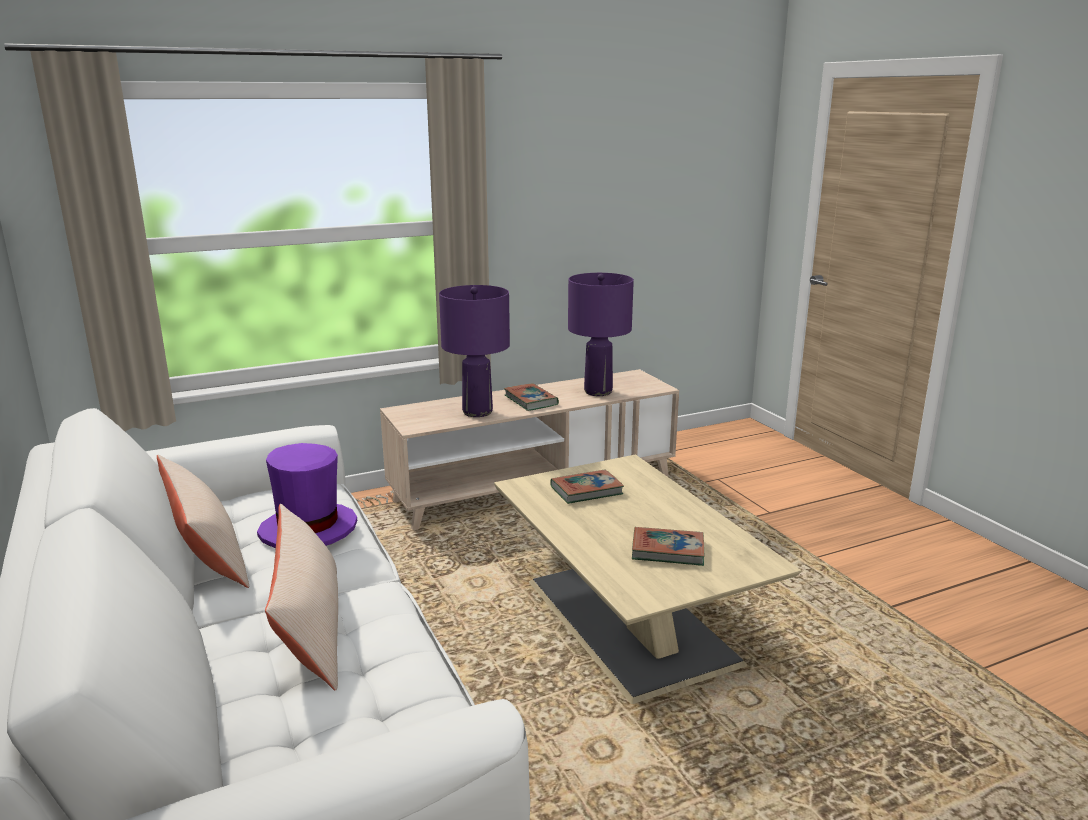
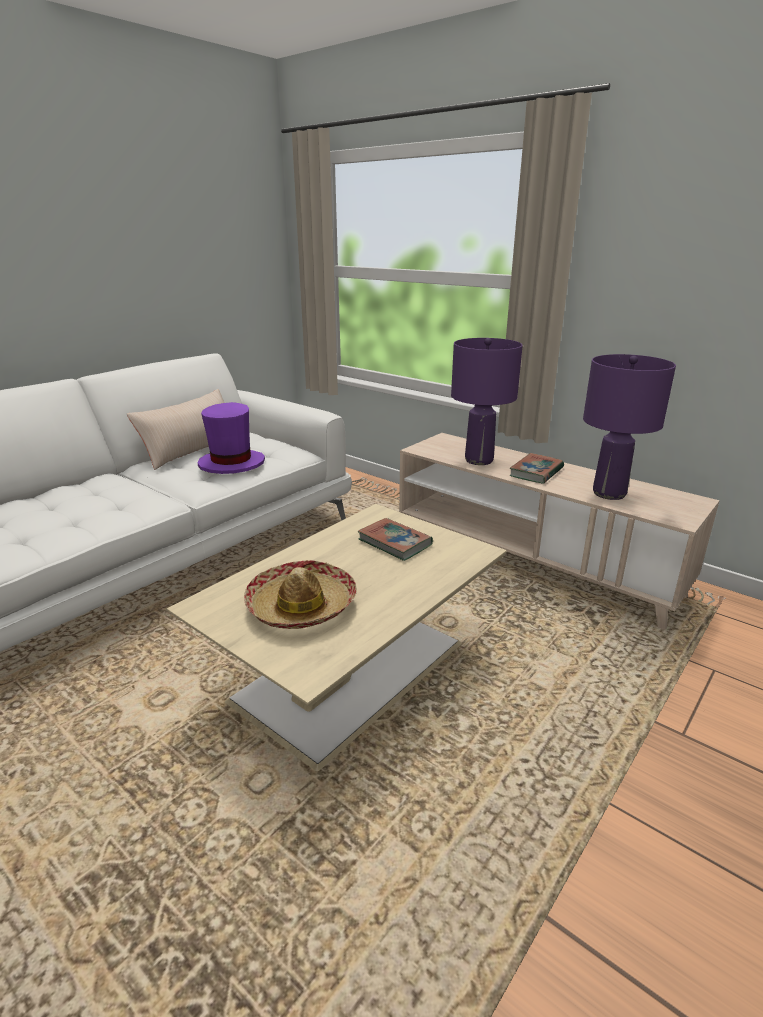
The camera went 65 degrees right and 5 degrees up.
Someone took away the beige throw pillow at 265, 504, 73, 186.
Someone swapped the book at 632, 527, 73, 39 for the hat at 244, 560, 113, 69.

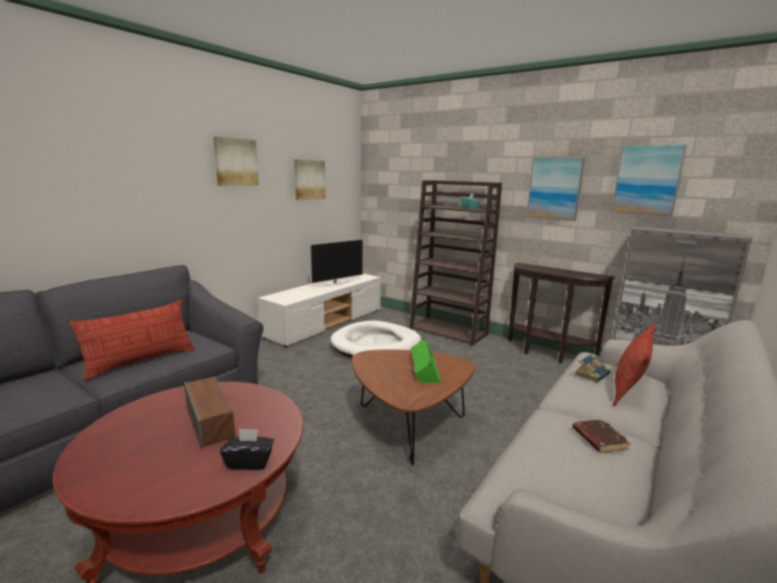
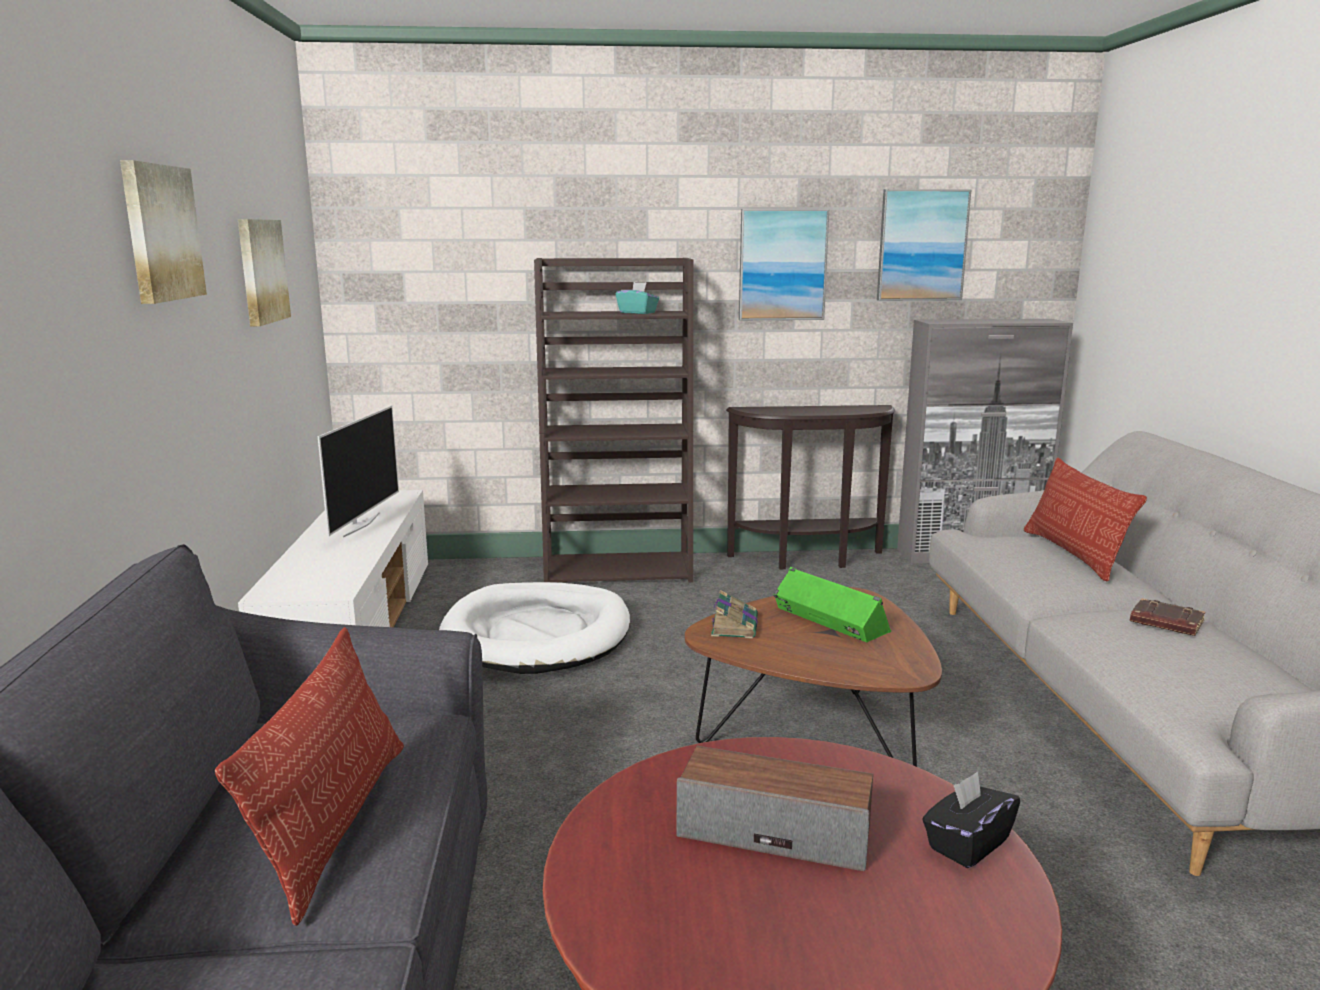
The camera went 40 degrees left and 0 degrees up.
Someone carried the book from 574, 354, 36, 29 to 711, 590, 47, 49.

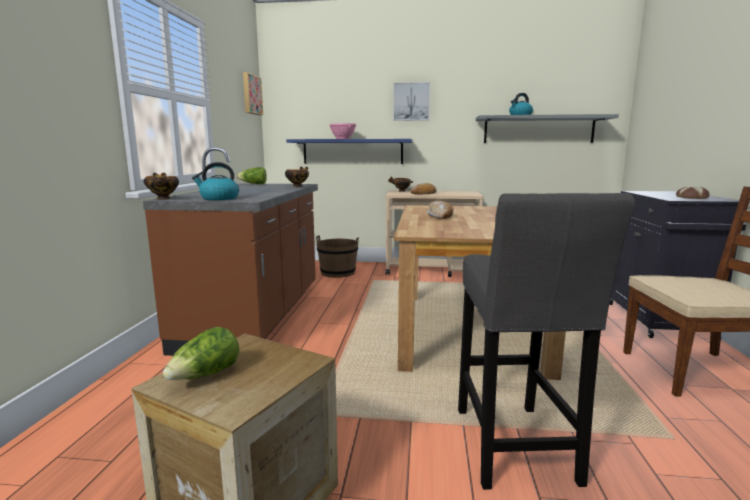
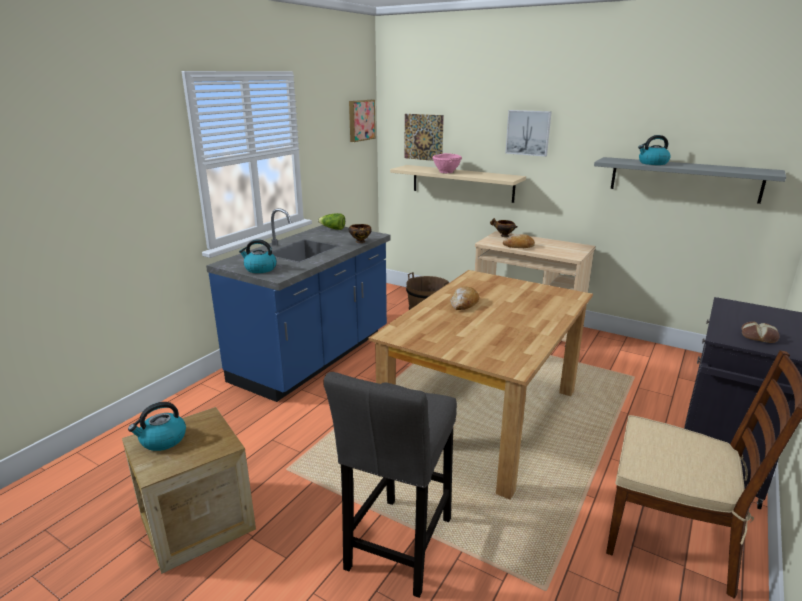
The camera went 25 degrees right and 10 degrees up.
Someone repainted the brown counter at 143, 147, 175, 209, which became the bluish counter at 206, 208, 185, 194.
Someone took away the bowl at 144, 173, 35, 27.
Someone swapped the lettuce head at 163, 327, 76, 53 for the tea kettle at 128, 402, 58, 49.
Someone repainted the bluish shelf at 286, 139, 126, 25, which became the beige shelf at 390, 165, 136, 38.
Someone put up the picture at 405, 114, 39, 47.

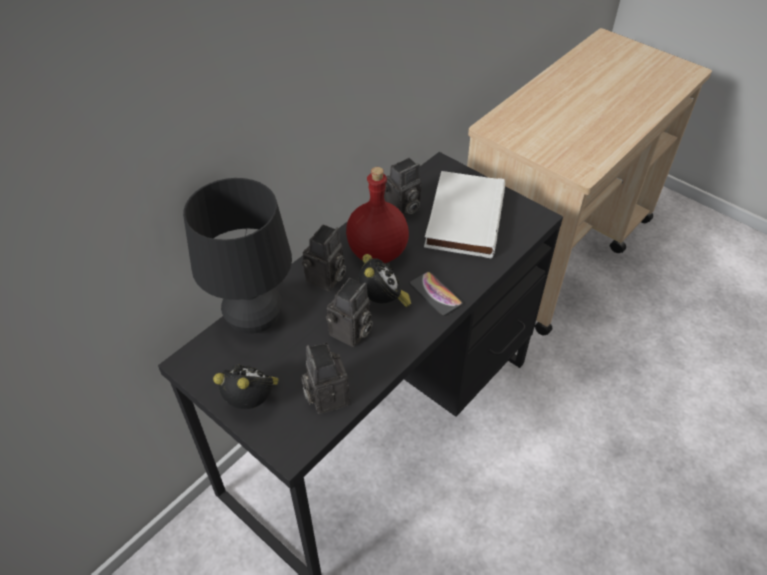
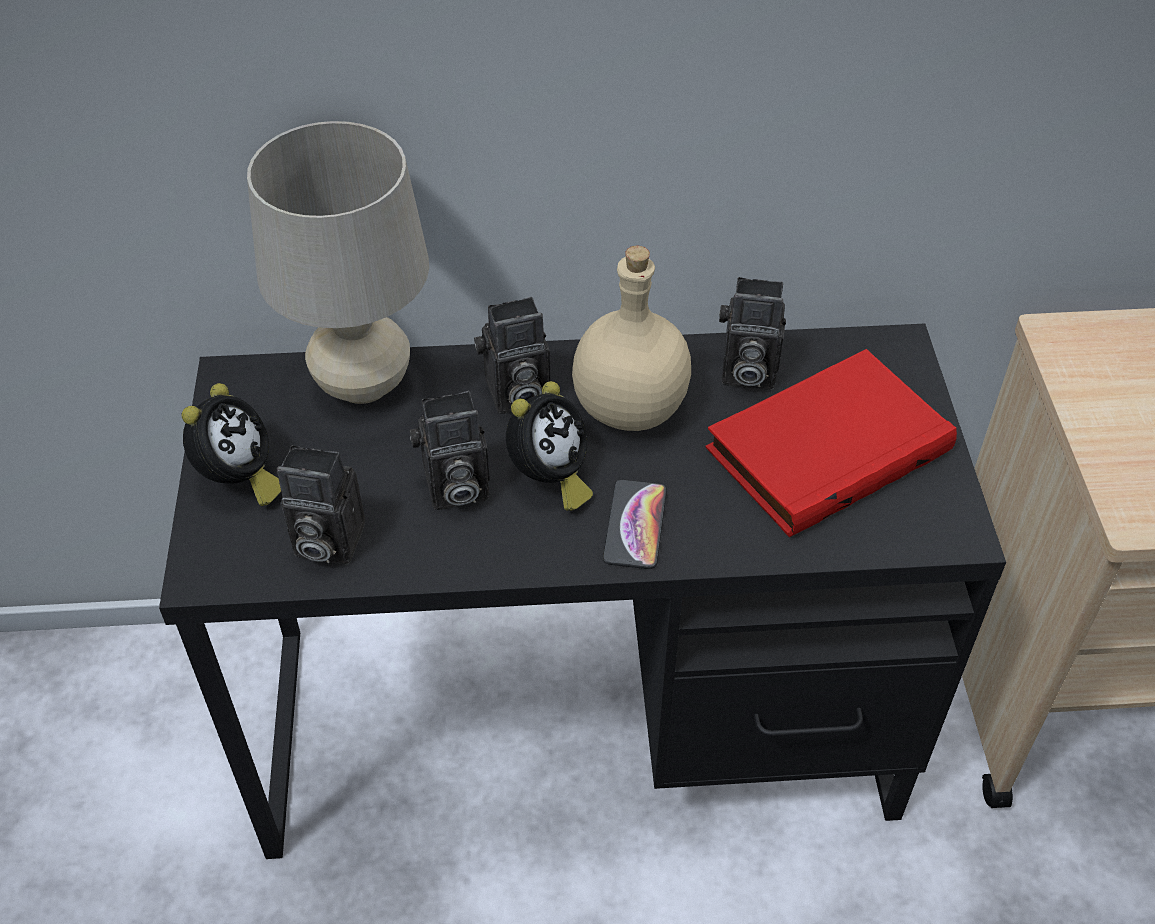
The camera went 45 degrees right and 0 degrees up.
Someone repainted the black-coloured lamp for a table at 183, 178, 109, 156, which became the beige lamp for a table at 247, 121, 182, 283.
Someone rotated the table clock at 213, 364, 66, 45 by 45 degrees clockwise.
Someone rotated the still camera at 301, 343, 49, 71 by 105 degrees counterclockwise.
Someone repainted the red beverage bottle at 346, 167, 63, 96, which became the beige beverage bottle at 572, 246, 119, 185.
Someone repainted the whitish book at 424, 171, 81, 87, which became the red book at 706, 349, 251, 188.

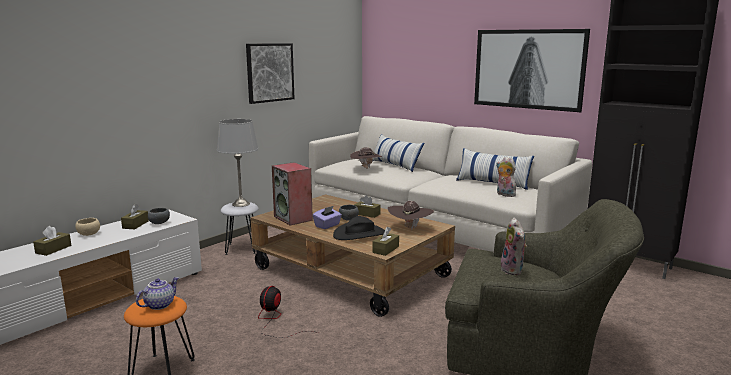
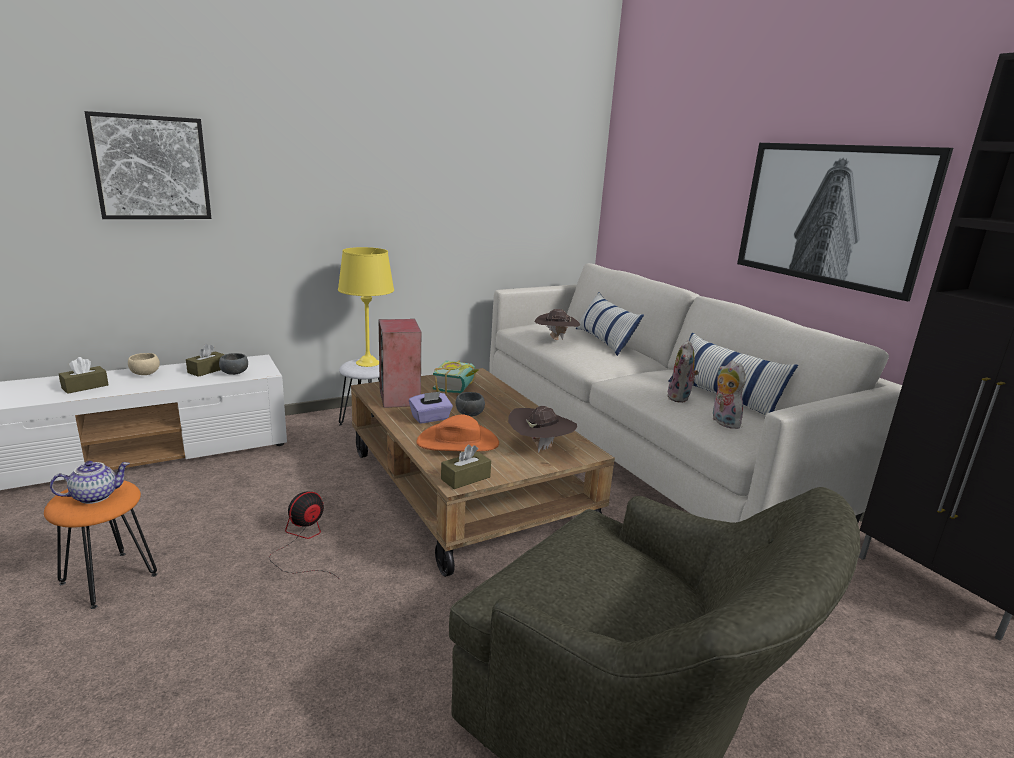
The camera went 20 degrees right and 5 degrees up.
Someone repainted the greyish lamp for a table at 217, 119, 41, 88, which became the yellowish lamp for a table at 338, 247, 56, 120.
Someone carried the picture from 246, 43, 48, 61 to 84, 111, 127, 108.
Someone repainted the black-coloured hat at 333, 216, 52, 24, which became the orangey hat at 416, 415, 83, 36.
Someone took away the brown tissue box at 354, 195, 26, 23.
Someone carried the cuddly toy from 501, 218, 26, 57 to 667, 340, 32, 63.
Someone put down the book at 433, 360, 46, 34.

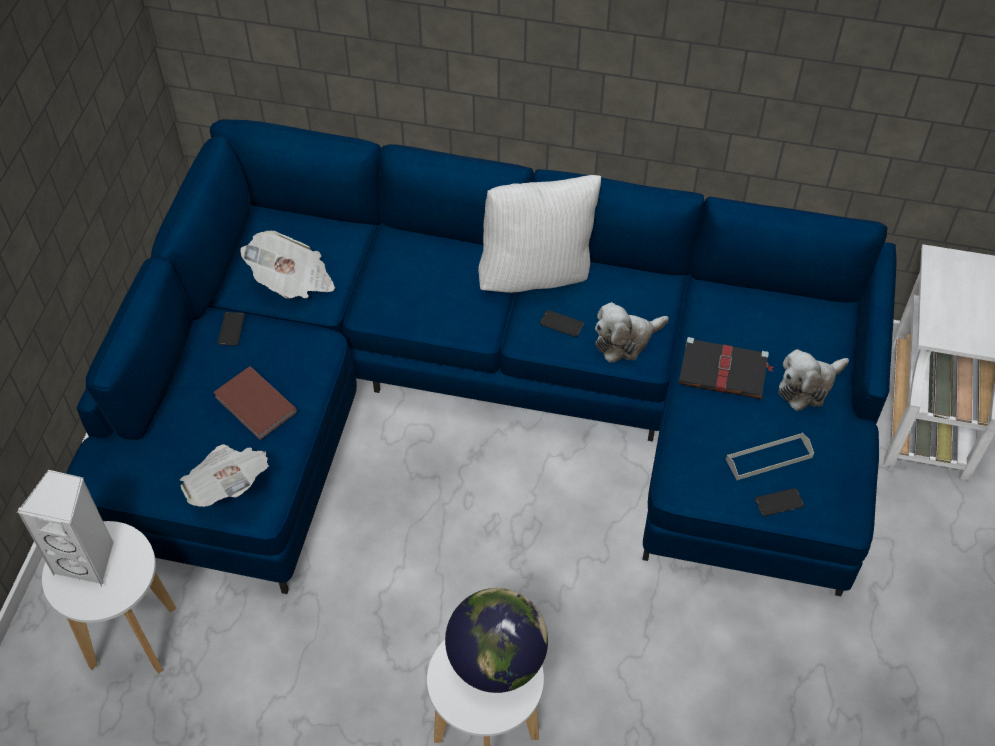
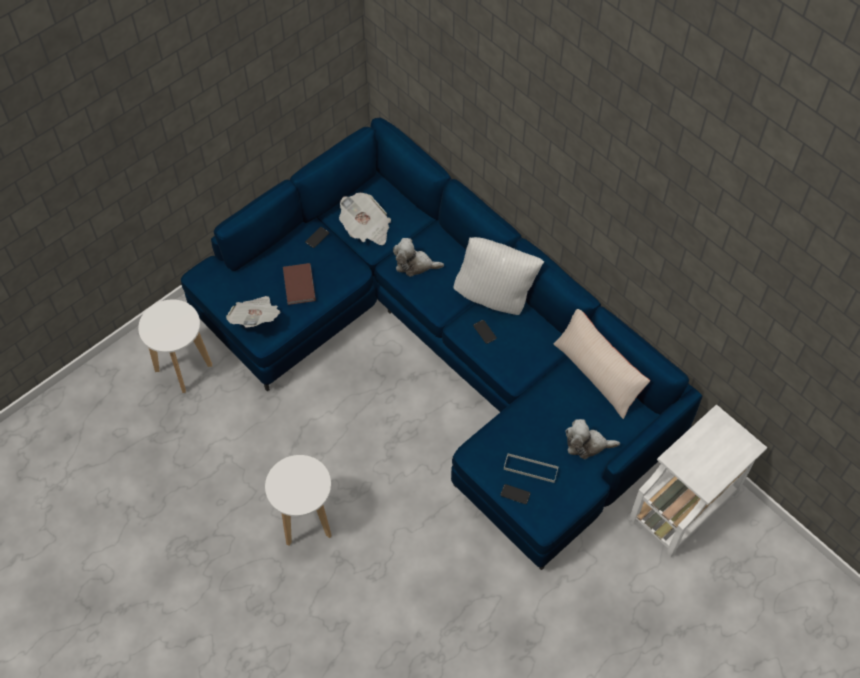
The camera went 35 degrees right and 5 degrees up.
Someone took away the whitish speaker at 17, 470, 97, 117.
Someone took away the desk globe at 445, 588, 103, 105.
Someone carried the cuddly toy from 595, 302, 74, 61 to 393, 238, 51, 39.
Someone took away the black-coloured book at 678, 337, 96, 62.
Someone put down the beige throw pillow at 554, 309, 96, 110.

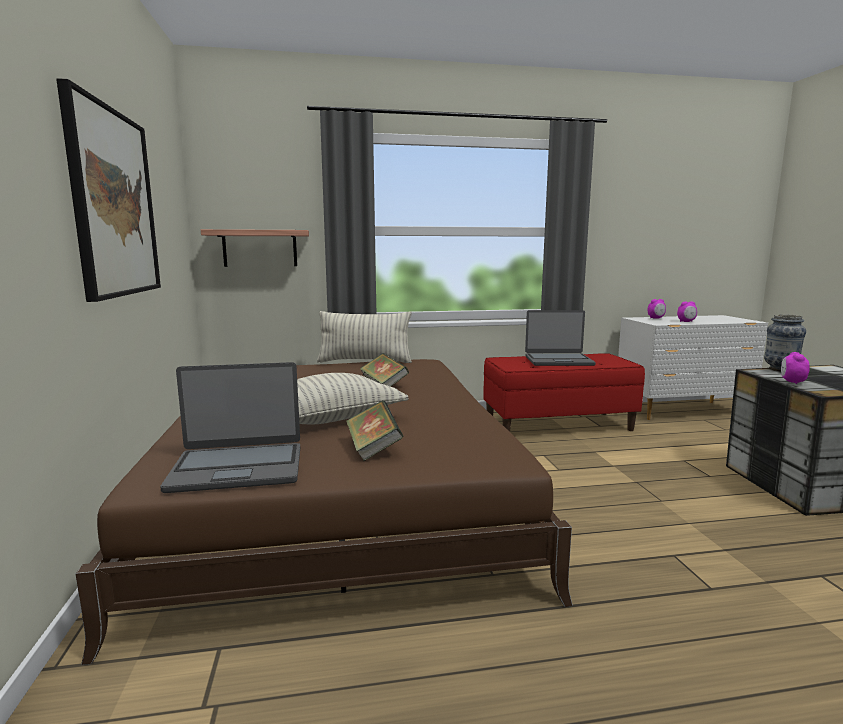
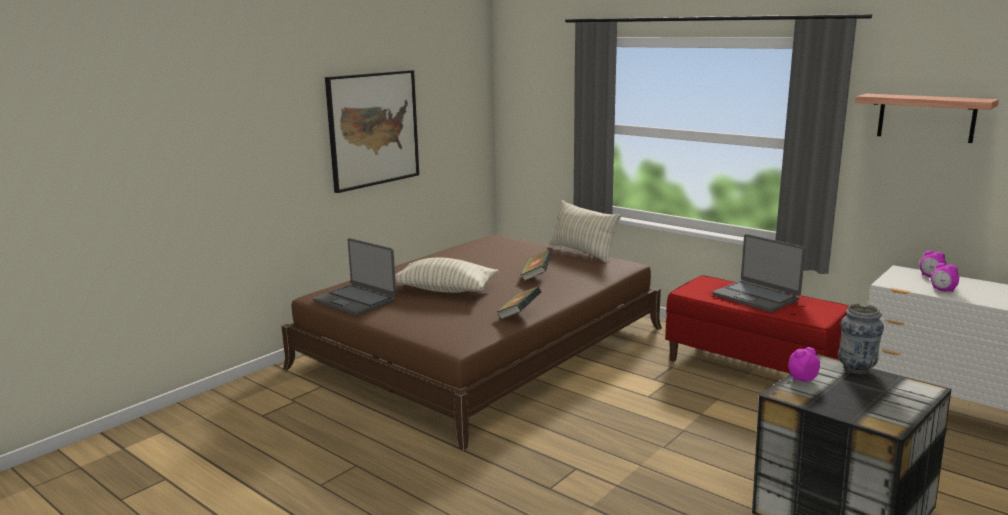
The camera went 50 degrees right and 5 degrees up.
Someone carried the shelf from 201, 229, 108, 38 to 855, 94, 144, 49.
Someone carried the book from 346, 400, 58, 61 to 497, 287, 45, 32.

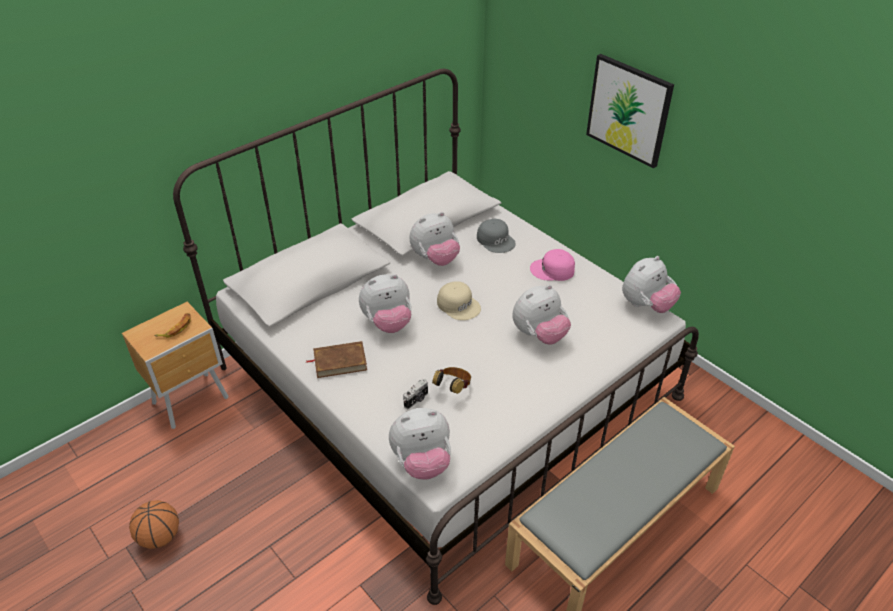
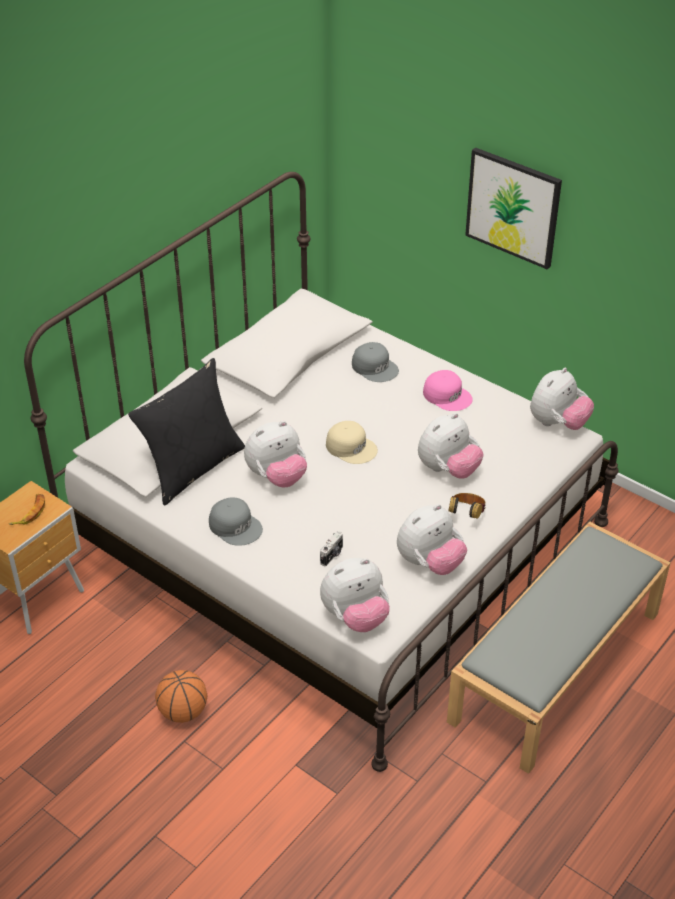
The camera went 10 degrees left and 0 degrees up.
Someone carried the basketball from 129, 500, 50, 49 to 155, 670, 52, 53.
Someone swapped the brown book at 307, 341, 60, 37 for the greyish peaked cap at 209, 497, 54, 49.
Someone carried the cuddly toy from 409, 212, 51, 54 to 397, 504, 70, 71.
Someone carried the headset from 432, 367, 39, 27 to 449, 493, 37, 25.
Someone rotated the pink-coloured peaked cap at 530, 249, 45, 32 by 135 degrees counterclockwise.
Someone put down the black-coloured throw pillow at 128, 358, 117, 147.

